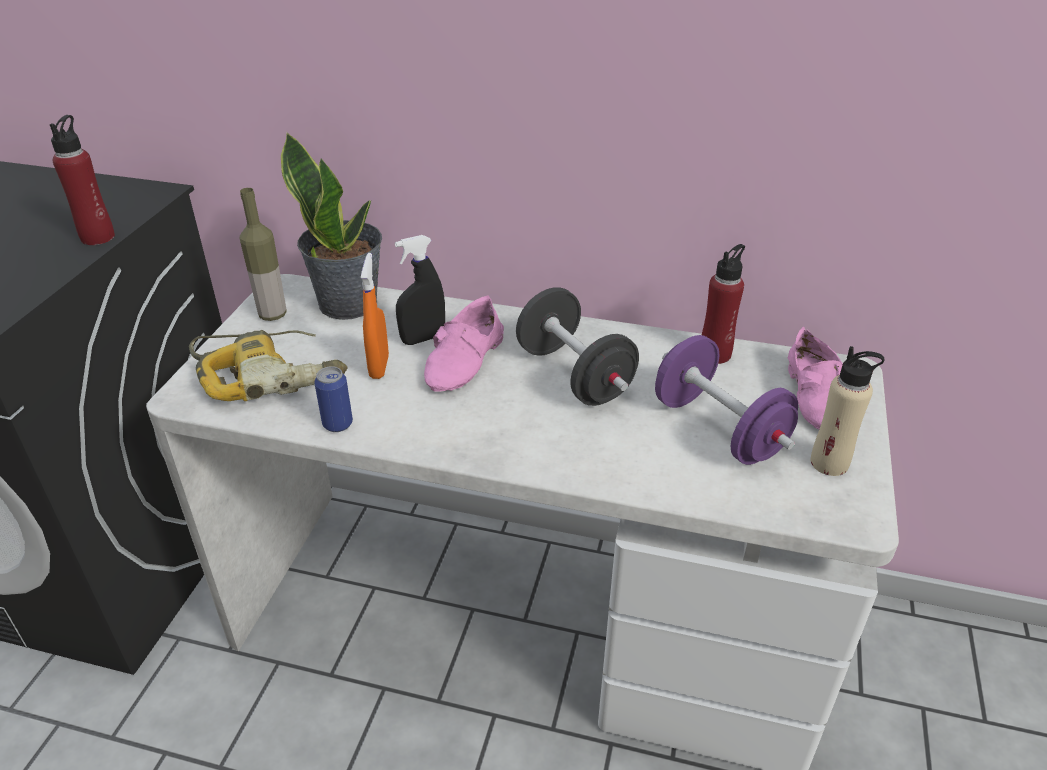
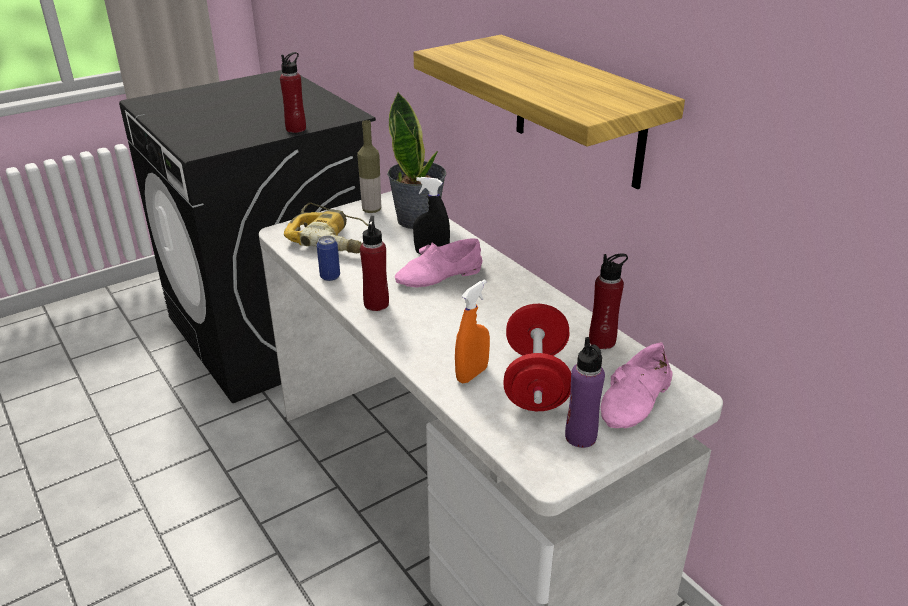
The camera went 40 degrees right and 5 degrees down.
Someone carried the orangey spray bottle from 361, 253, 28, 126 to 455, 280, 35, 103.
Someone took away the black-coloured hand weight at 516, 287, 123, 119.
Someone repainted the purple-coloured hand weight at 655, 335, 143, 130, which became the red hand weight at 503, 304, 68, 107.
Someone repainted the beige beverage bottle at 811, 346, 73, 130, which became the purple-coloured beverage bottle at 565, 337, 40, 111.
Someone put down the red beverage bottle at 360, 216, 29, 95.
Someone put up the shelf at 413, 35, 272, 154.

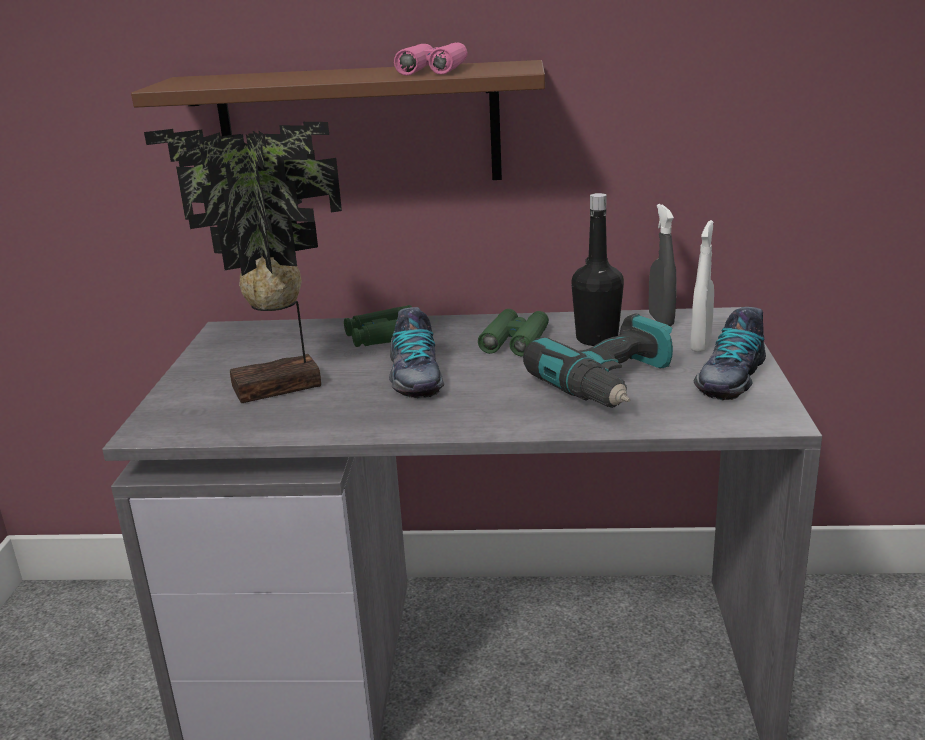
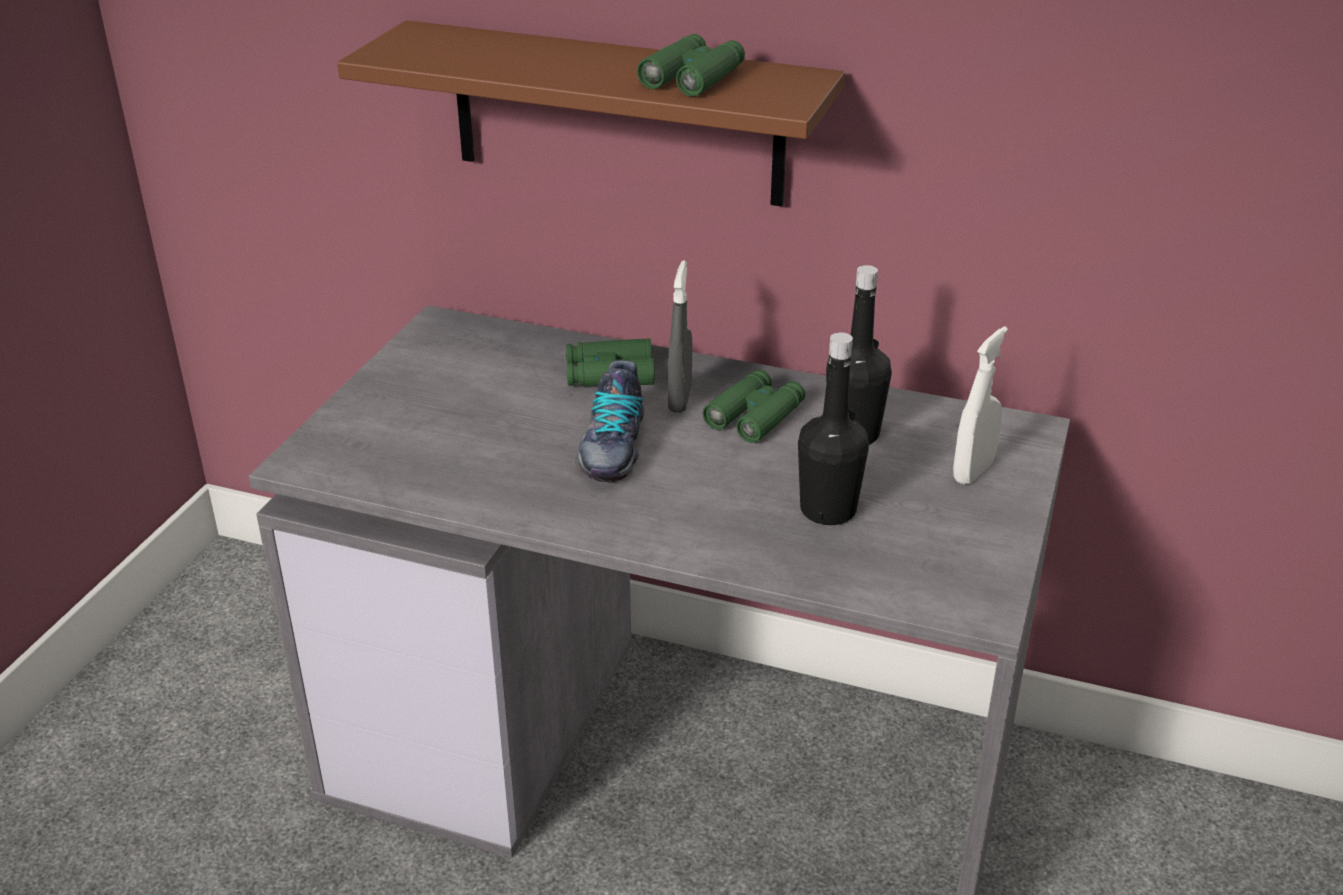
The camera went 15 degrees right and 10 degrees up.
Someone took away the potted plant at 144, 122, 198, 281.
Someone repainted the pink-coloured field glasses at 394, 43, 73, 33, which became the green-coloured field glasses at 637, 34, 108, 63.
Someone swapped the drill at 523, 314, 150, 94 for the black-coloured beverage bottle at 798, 332, 71, 193.
Someone carried the greyish spray bottle from 649, 204, 28, 122 to 668, 260, 24, 153.
Someone took away the item of footwear at 693, 307, 73, 93.

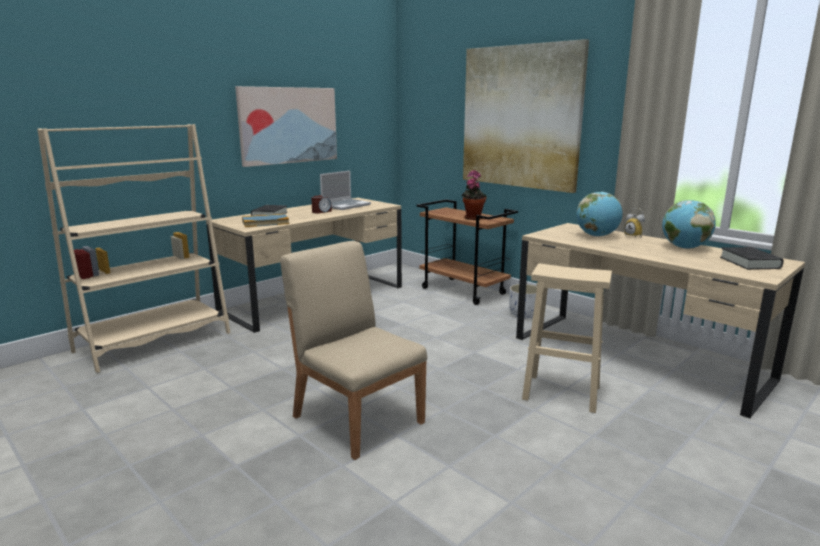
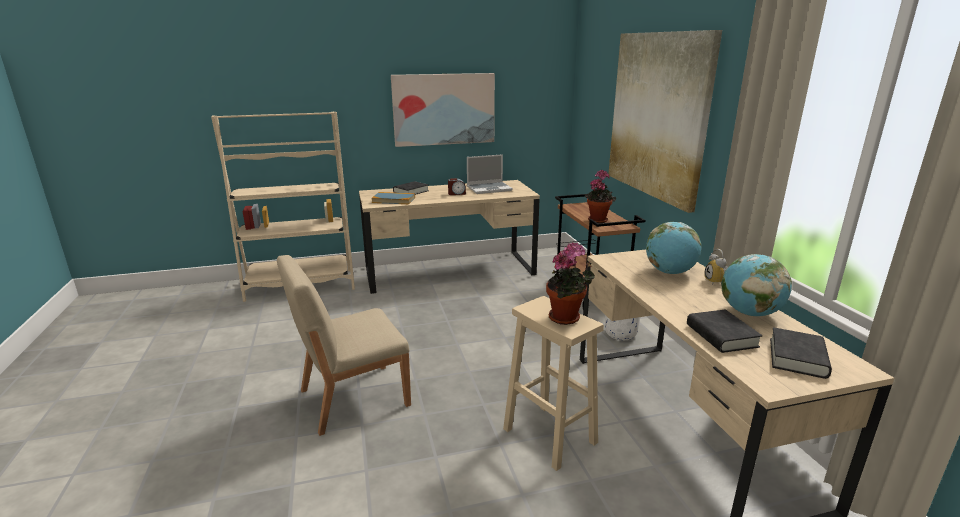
The camera went 30 degrees right and 5 degrees up.
Someone rotated the beige plain chair at 280, 241, 147, 219 by 105 degrees counterclockwise.
Someone put down the potted plant at 546, 243, 49, 82.
Someone put down the black-coloured book at 687, 310, 75, 43.

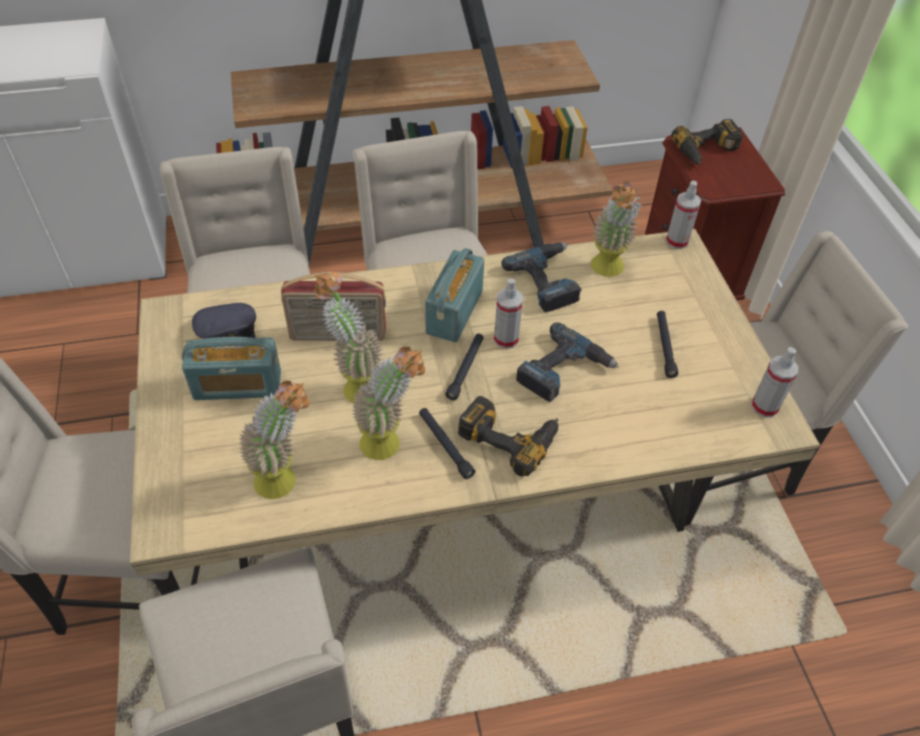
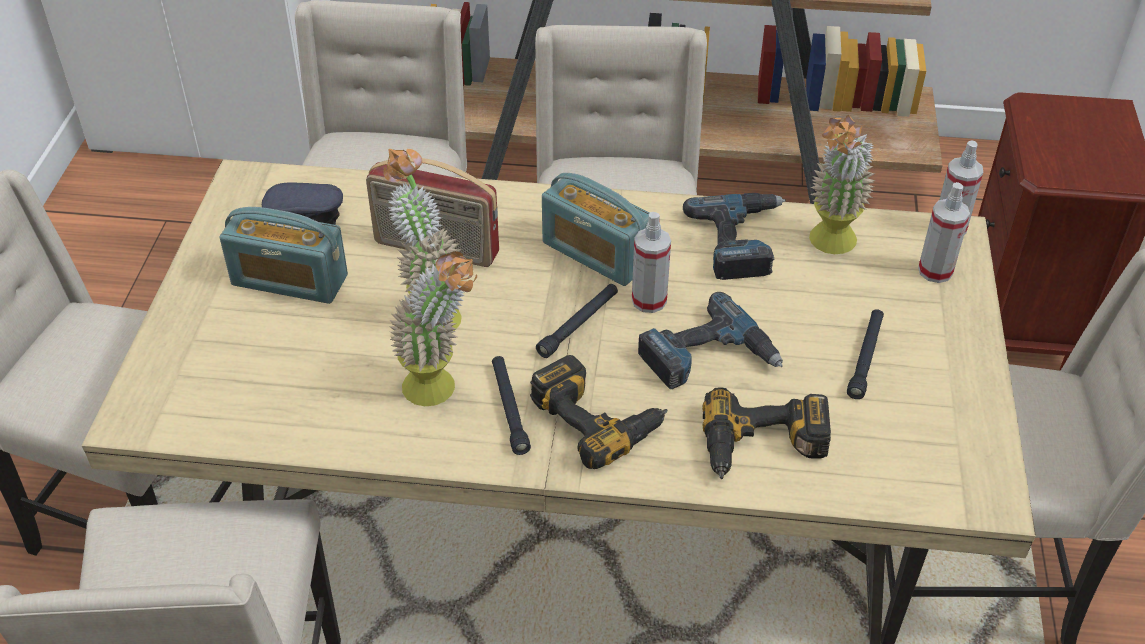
The camera went 20 degrees right and 5 degrees down.
Someone took away the potted plant at 239, 381, 71, 118.
Someone rotated the radio set at 425, 248, 59, 94 by 90 degrees counterclockwise.
Someone carried the drill from 672, 119, 70, 45 to 702, 387, 129, 92.
Someone carried the spray bottle from 751, 347, 48, 70 to 918, 182, 52, 101.

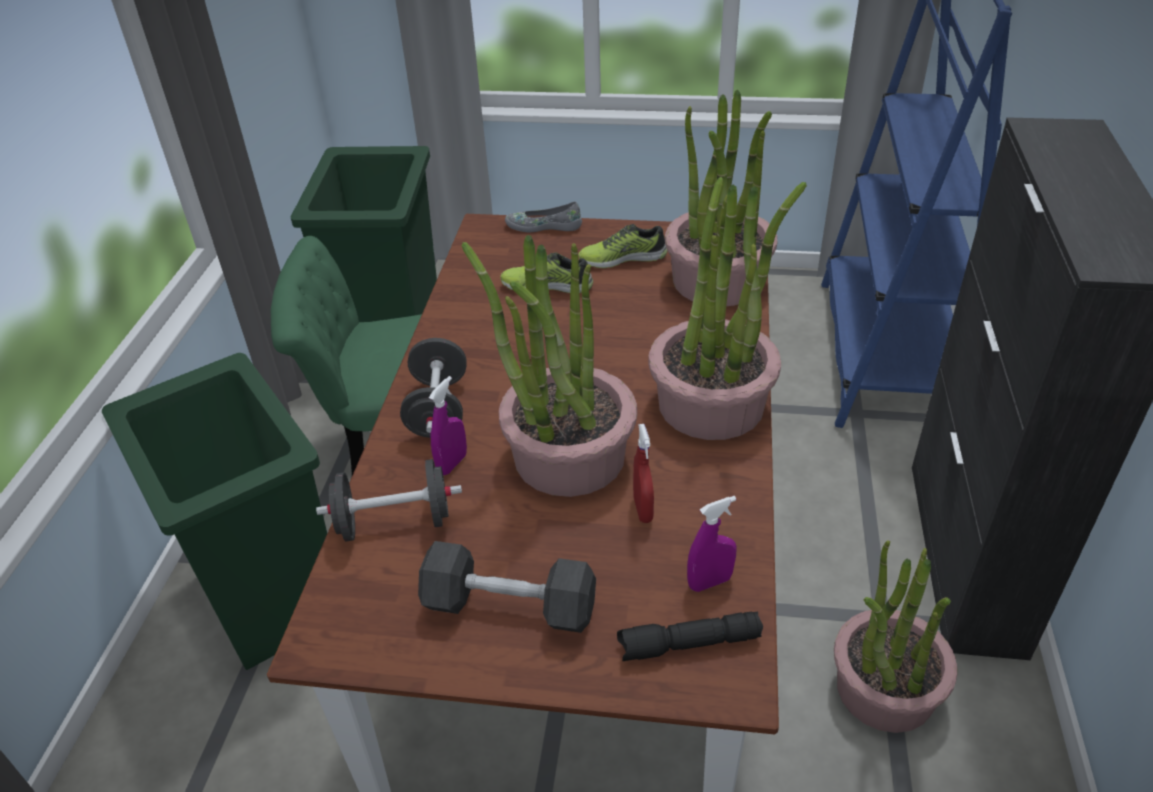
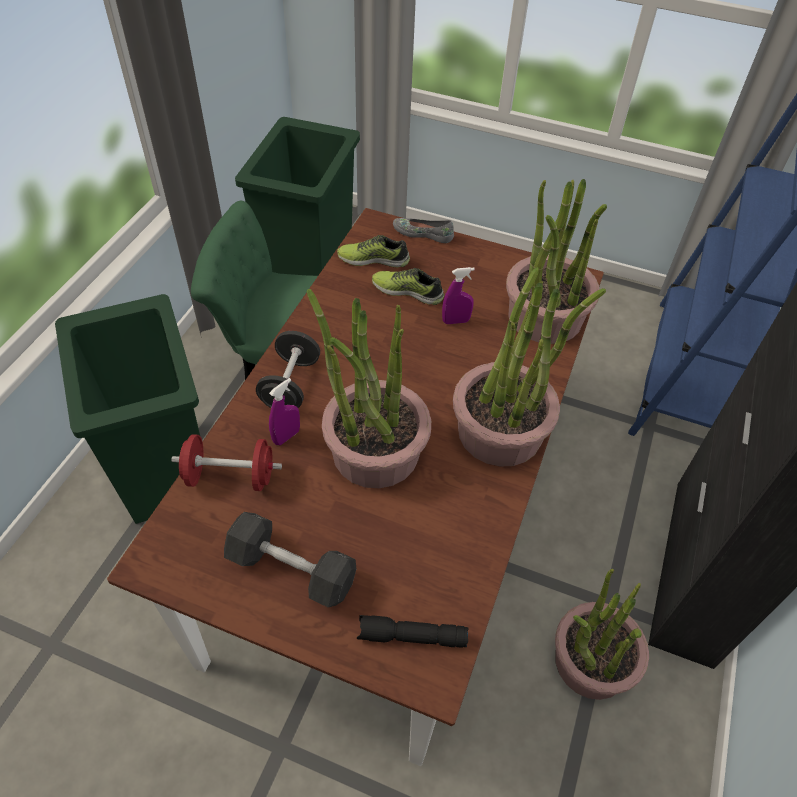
The camera went 10 degrees right and 10 degrees up.
Someone repainted the black-coloured hand weight at 316, 459, 146, 82, which became the red hand weight at 171, 434, 111, 57.
Someone carried the item of footwear from 578, 224, 89, 44 to 337, 235, 73, 33.
Someone took away the red spray bottle at 633, 424, 21, 99.
Someone carried the purple-coloured spray bottle from 687, 496, 50, 96 to 442, 267, 33, 57.

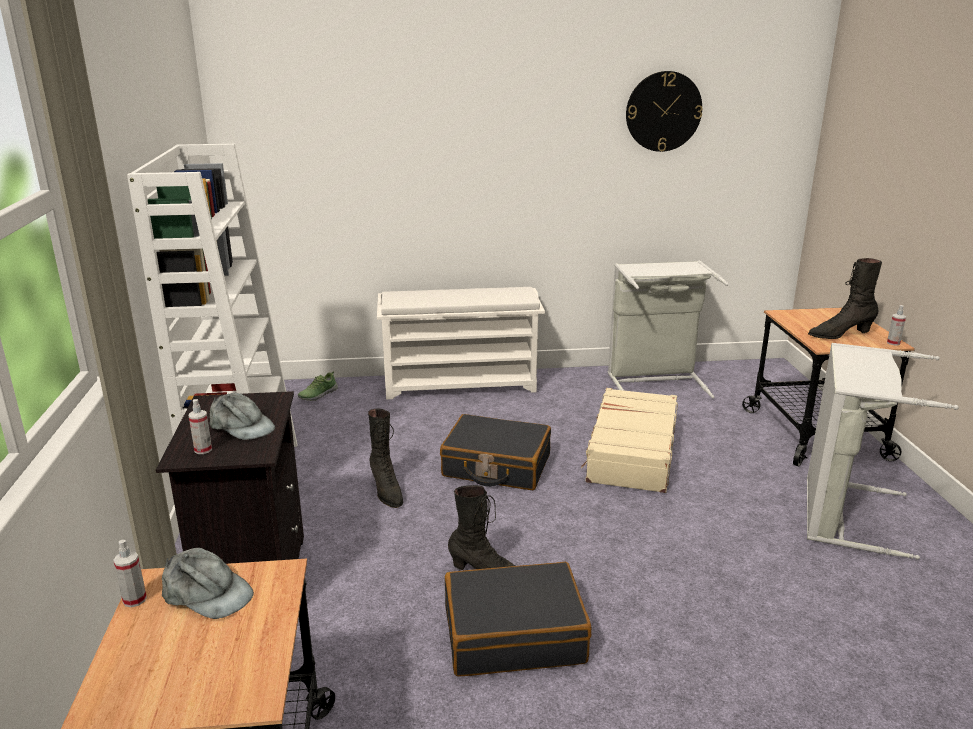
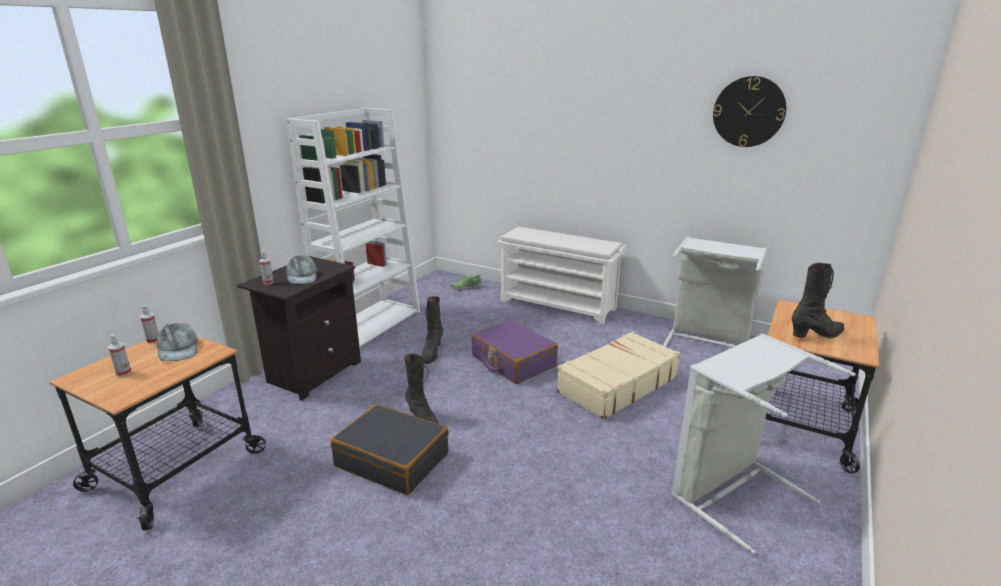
The camera went 35 degrees right and 0 degrees up.
Someone repainted the black-coloured piece of luggage at 440, 414, 111, 76, which became the purple-coloured piece of luggage at 471, 320, 87, 64.
Someone rotated the black-coloured high-top boot at 808, 258, 74, 81 by 135 degrees clockwise.
Someone carried the spray bottle from 887, 305, 19, 41 to 108, 335, 24, 42.

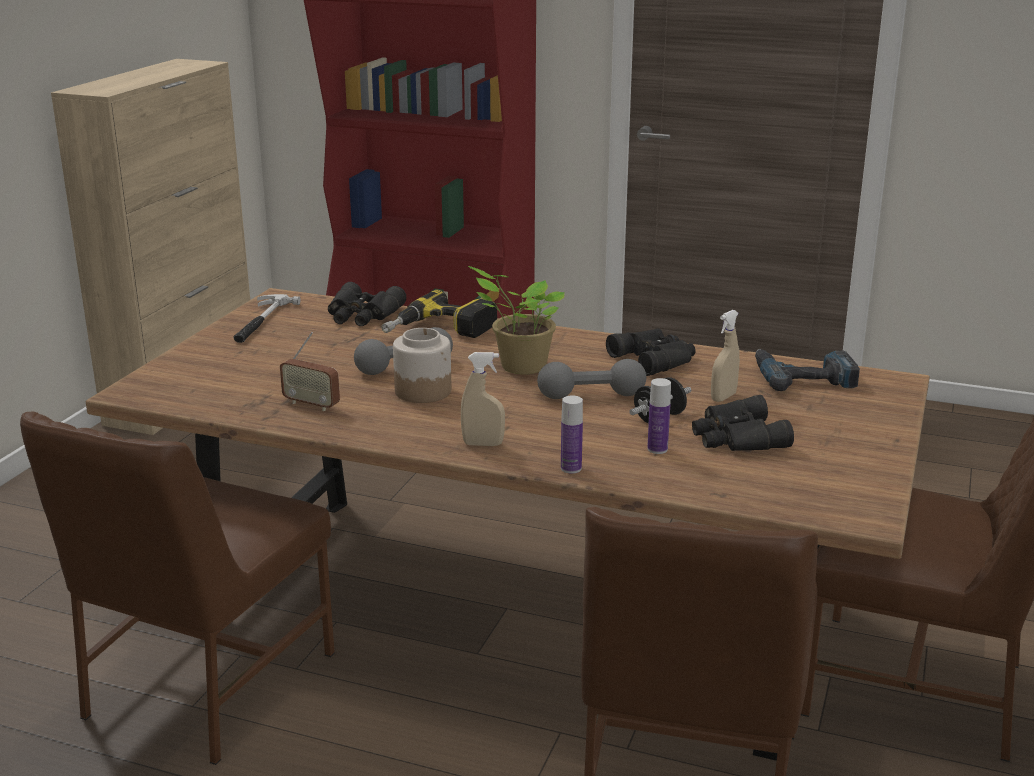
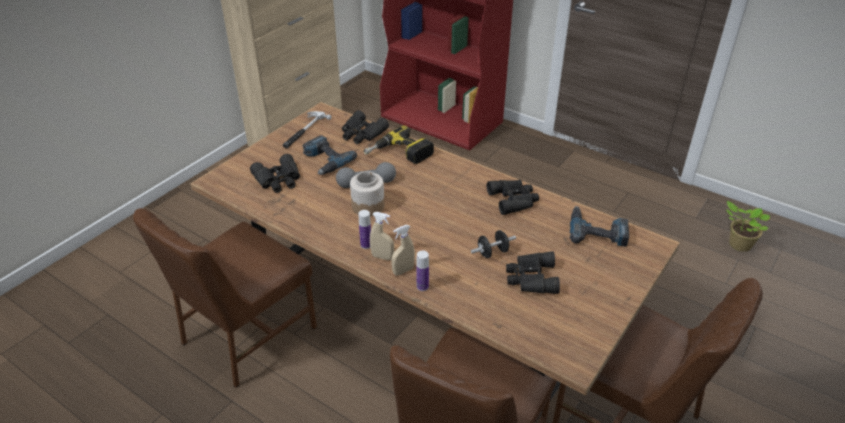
The camera went 15 degrees right and 15 degrees up.
Someone took away the radio set at 280, 332, 60, 79.
Someone carried the potted plant from 468, 266, 97, 108 to 725, 201, 45, 51.
Someone took away the greyish hand weight at 537, 359, 109, 40.
Someone carried the beverage bottle from 647, 378, 24, 76 to 358, 210, 13, 39.
Someone carried the beige spray bottle from 711, 310, 29, 92 to 392, 225, 23, 50.
Someone put down the black-coloured field glasses at 250, 154, 50, 39.
Someone put down the drill at 302, 135, 55, 40.

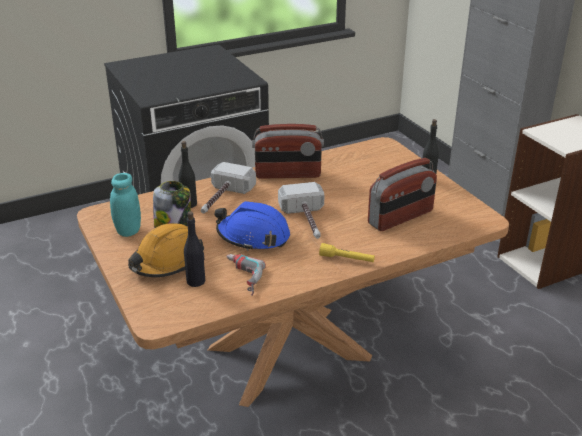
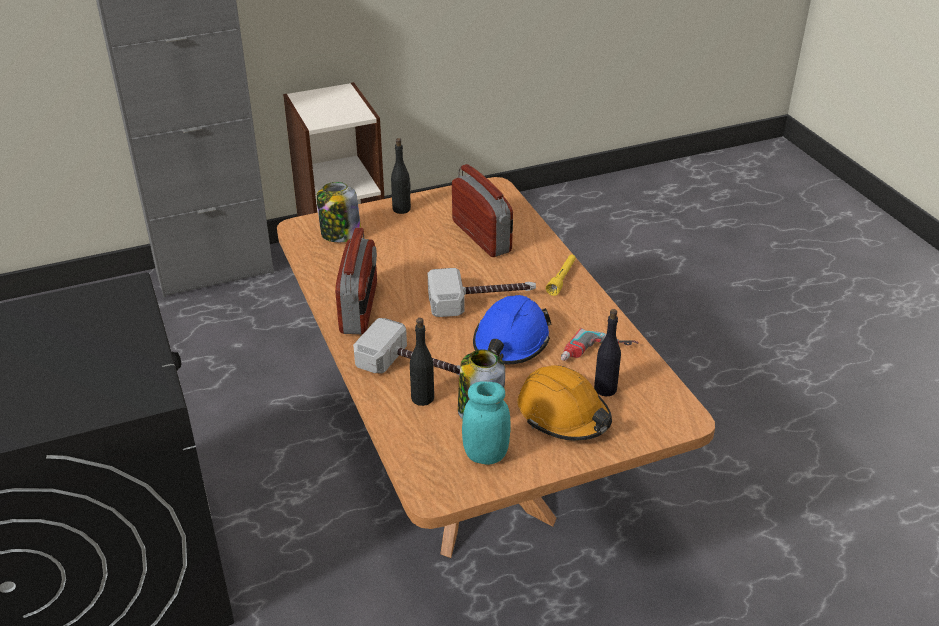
The camera went 85 degrees left and 5 degrees up.
Someone put down the storage jar at 316, 182, 45, 60.

